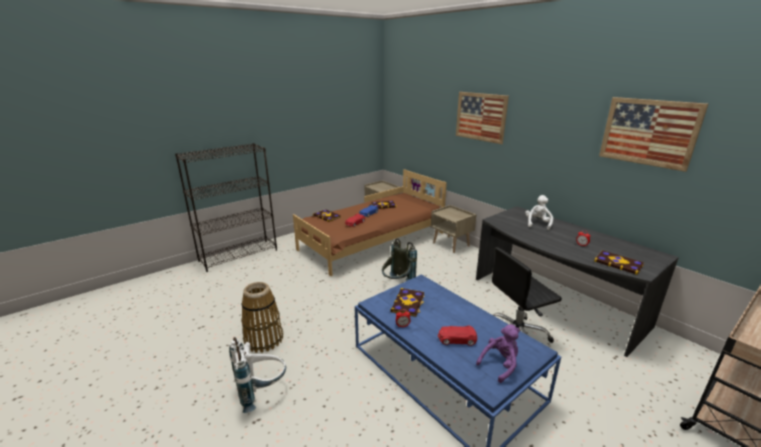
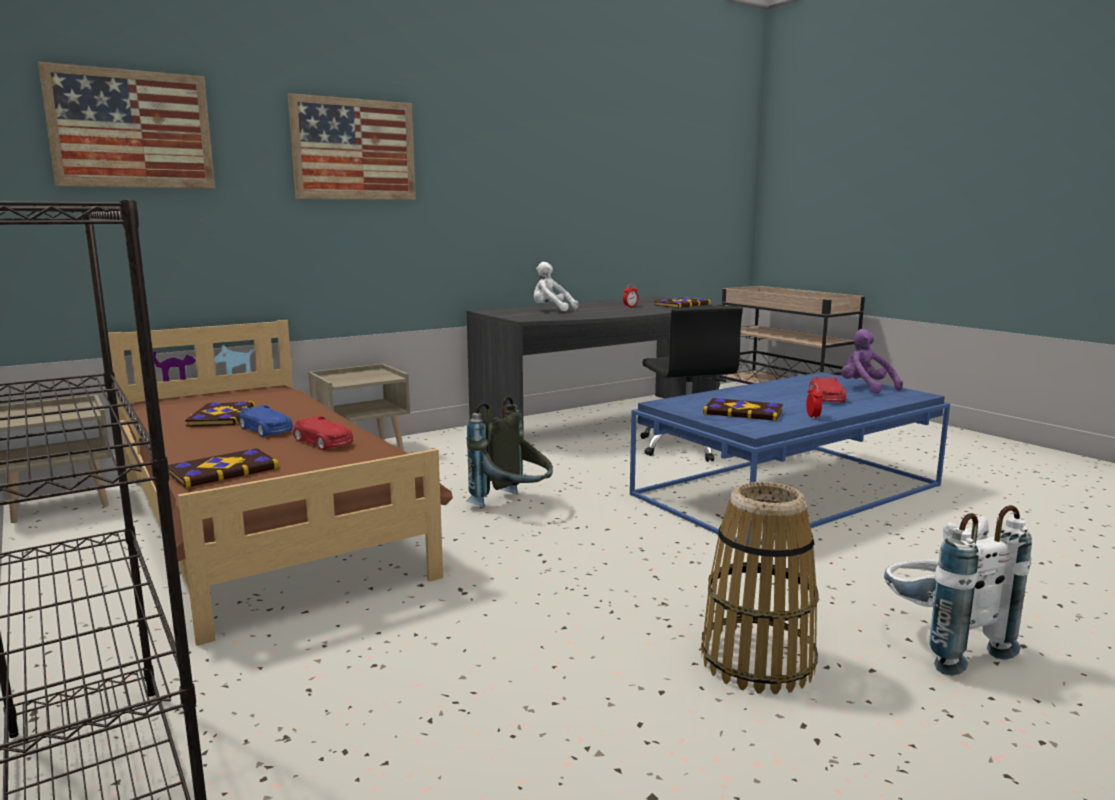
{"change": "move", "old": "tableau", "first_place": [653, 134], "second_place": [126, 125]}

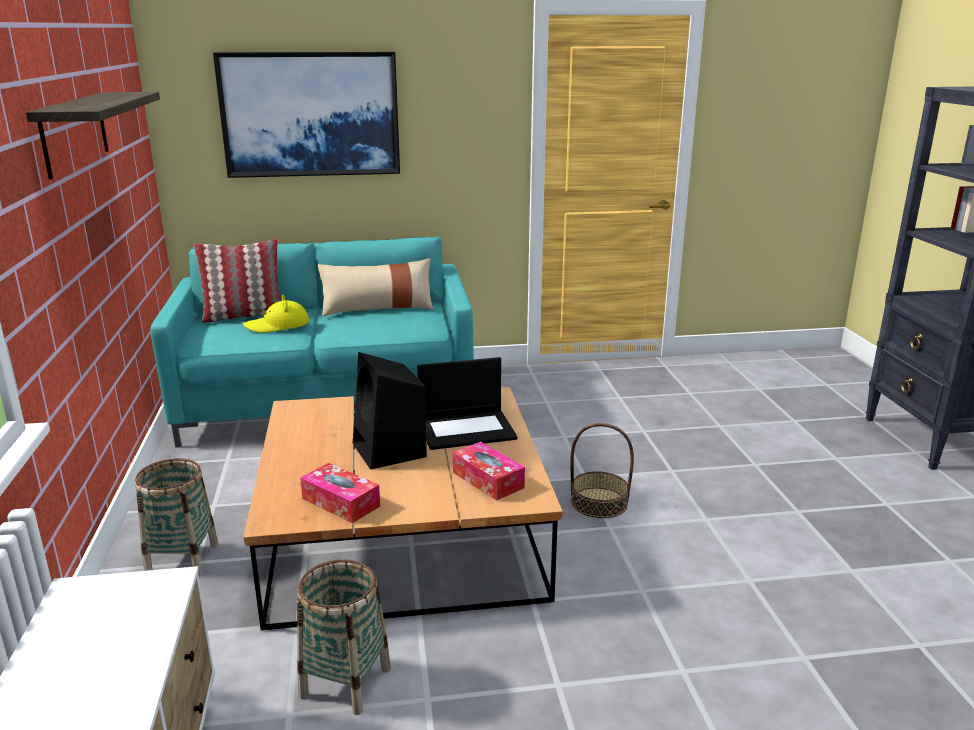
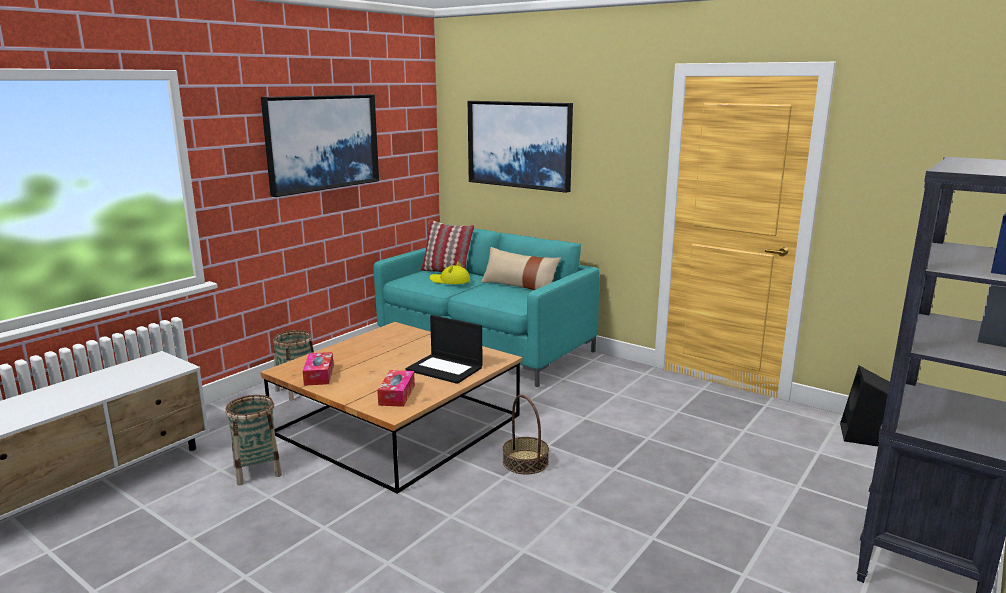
{"change": "replace", "old": "étagère", "new": "tableau", "first_place": [93, 136], "second_place": [320, 145]}
{"change": "move", "old": "enceinte [noir]", "first_place": [390, 411], "second_place": [865, 405]}

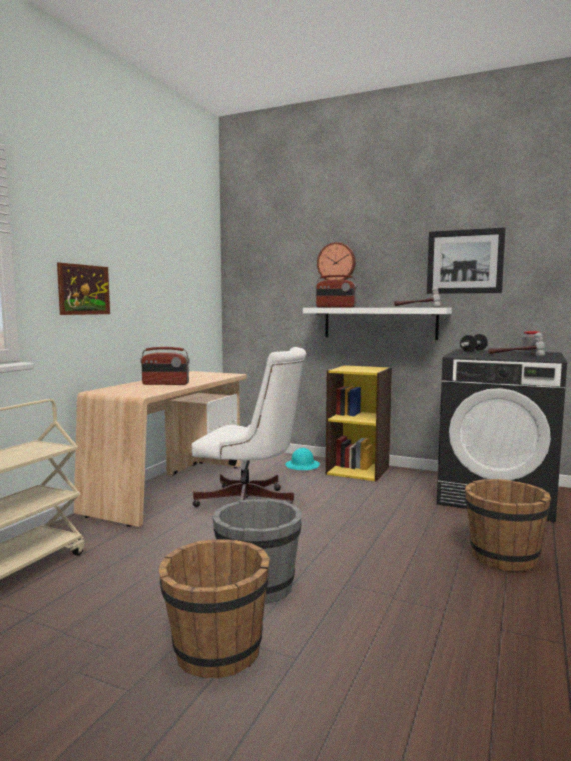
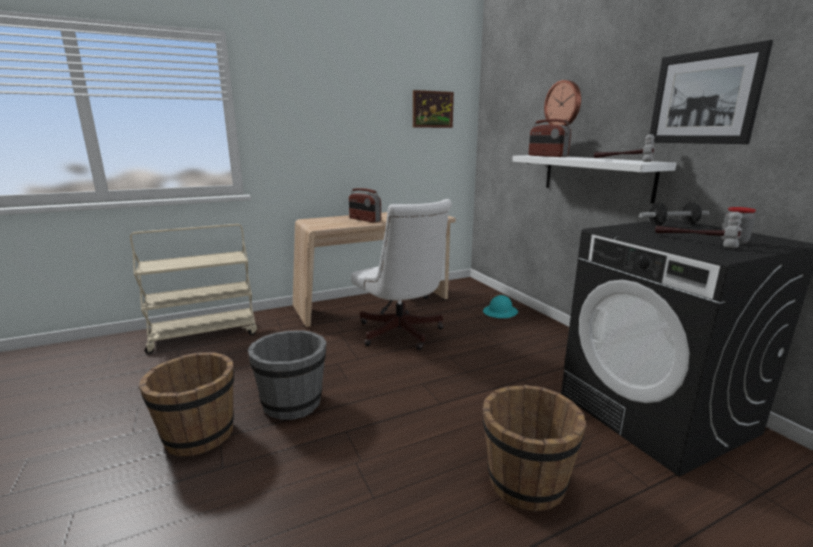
{"change": "move", "old": "tableau", "first_place": [83, 288], "second_place": [433, 109]}
{"change": "delete", "old": "bibliothèque [jaune]", "first_place": [359, 423]}

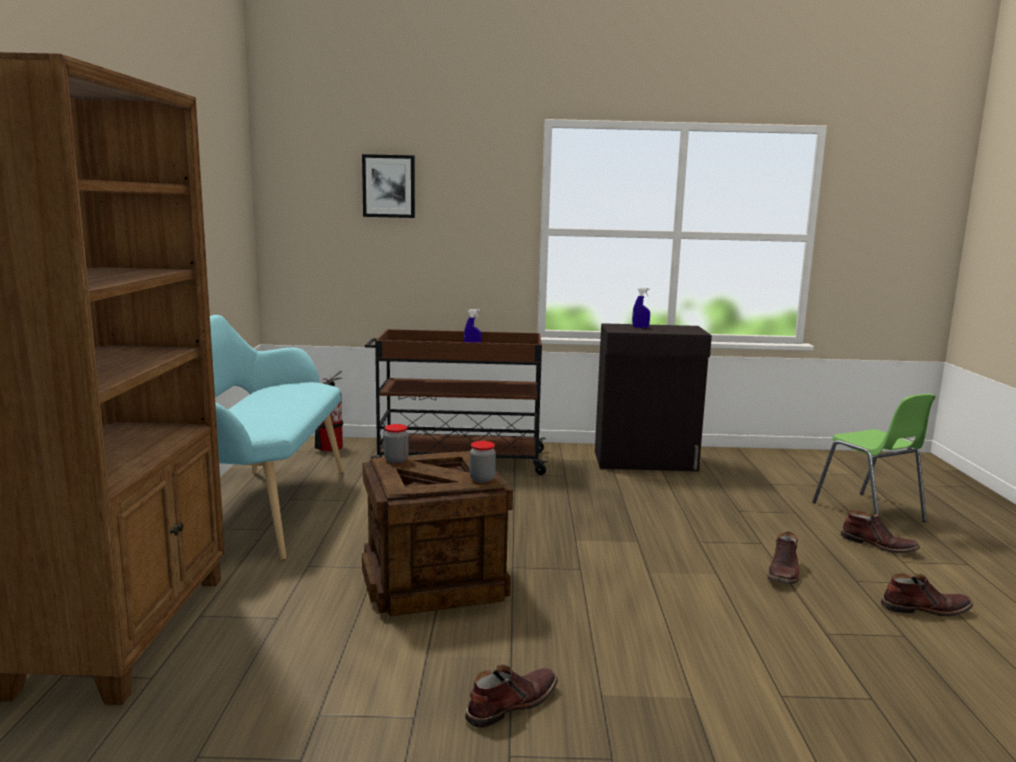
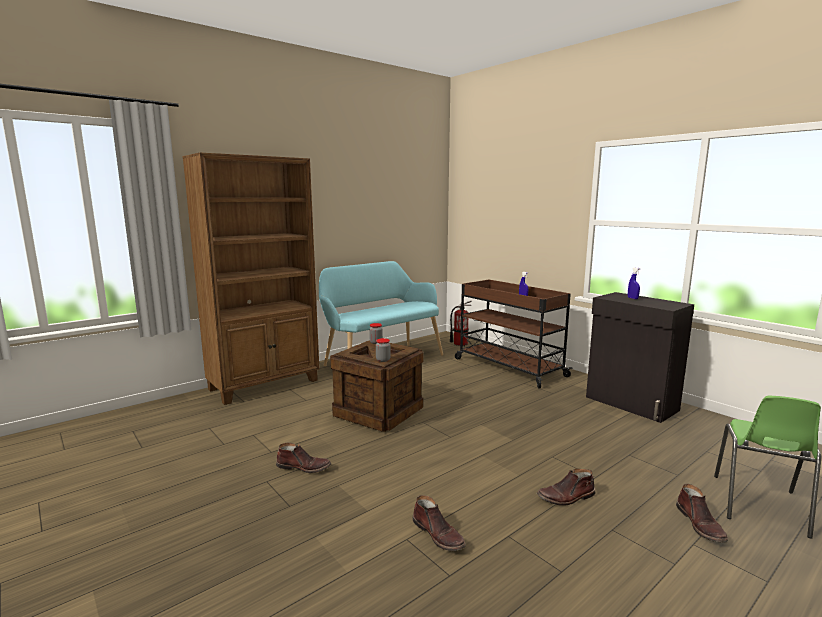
{"change": "delete", "old": "tableau", "first_place": [388, 186]}
{"change": "move", "old": "botte [marron]", "first_place": [927, 594], "second_place": [439, 523]}

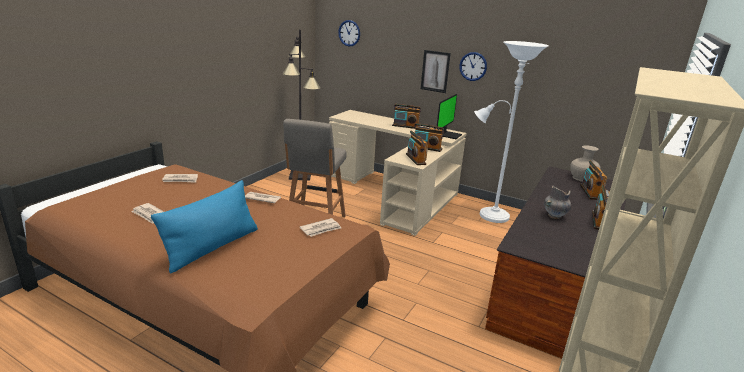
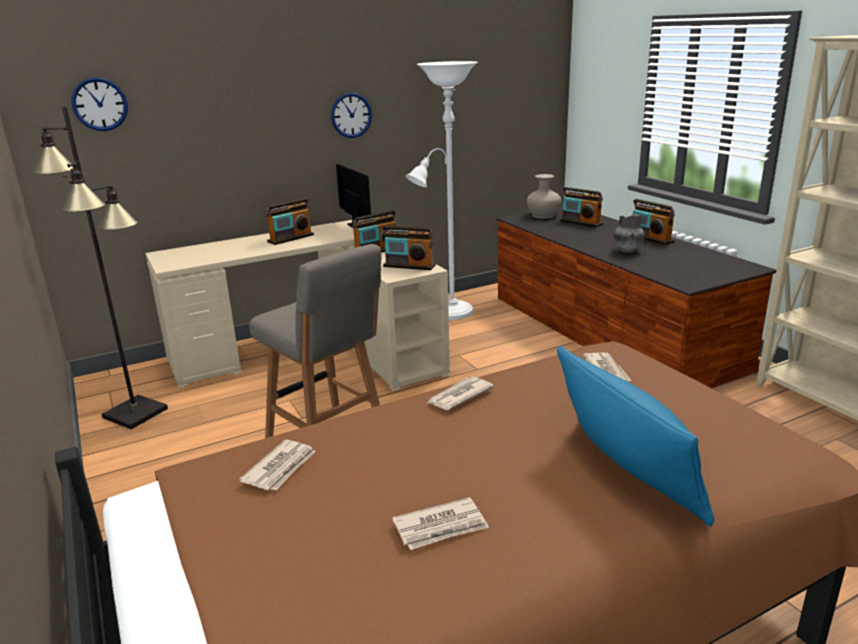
{"change": "delete", "old": "tableau", "first_place": [436, 71]}

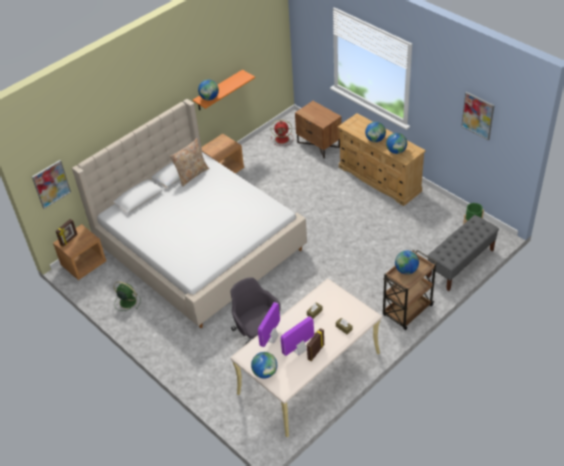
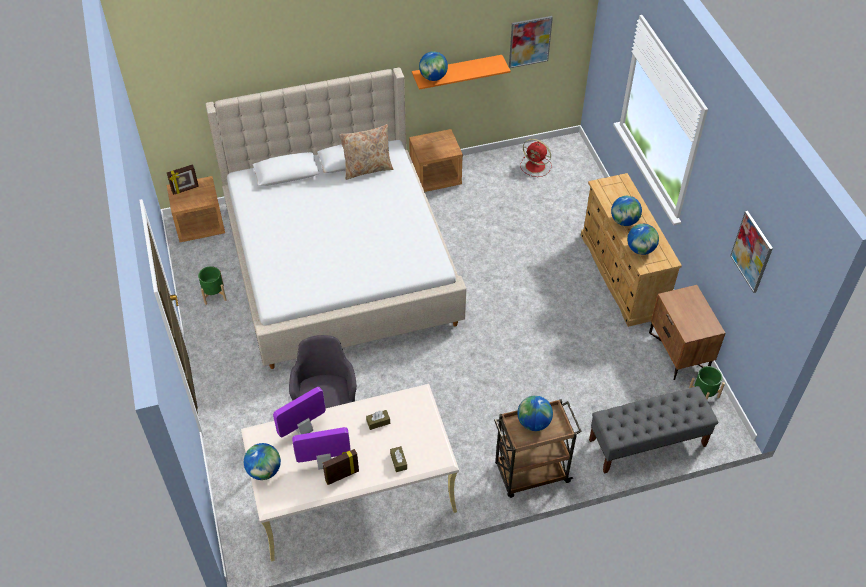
{"change": "move", "old": "table de chevet [marron]", "first_place": [318, 130], "second_place": [687, 332]}
{"change": "move", "old": "tableau", "first_place": [51, 184], "second_place": [531, 42]}
{"change": "replace", "old": "ventilateur [vert]", "new": "cache-pot [vert]", "first_place": [127, 296], "second_place": [212, 285]}

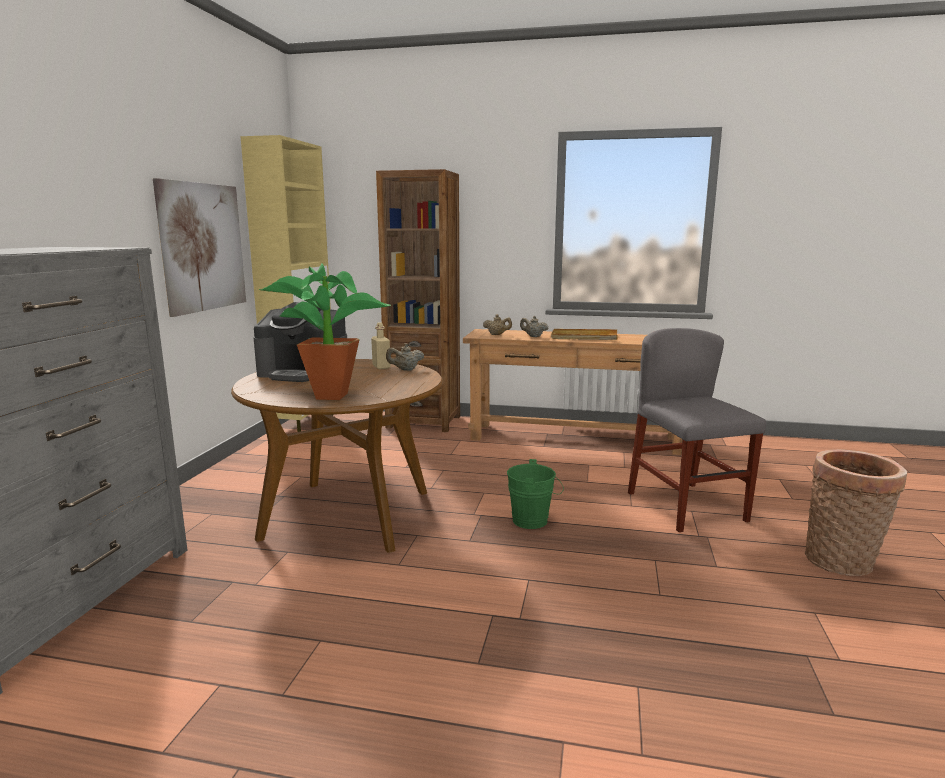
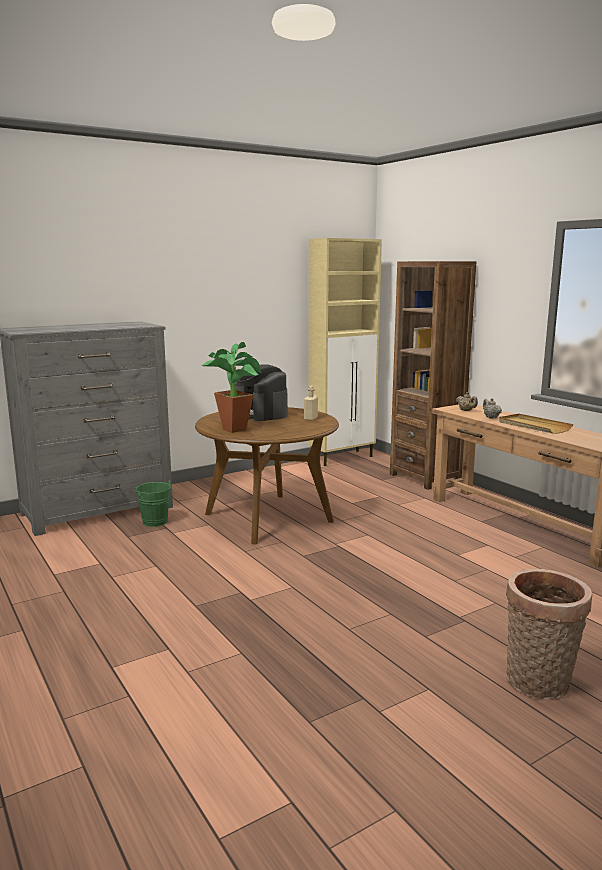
{"change": "delete", "old": "tableau", "first_place": [199, 247]}
{"change": "delete", "old": "chaise [gris]", "first_place": [697, 430]}
{"change": "delete", "old": "théière [beige]", "first_place": [405, 357]}
{"change": "move", "old": "seau [vert]", "first_place": [535, 494], "second_place": [154, 504]}

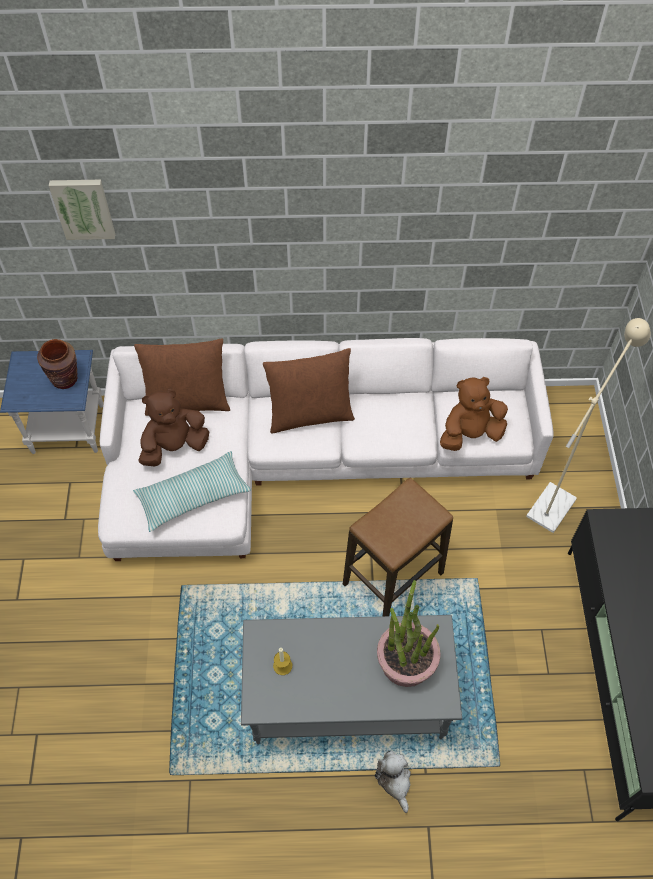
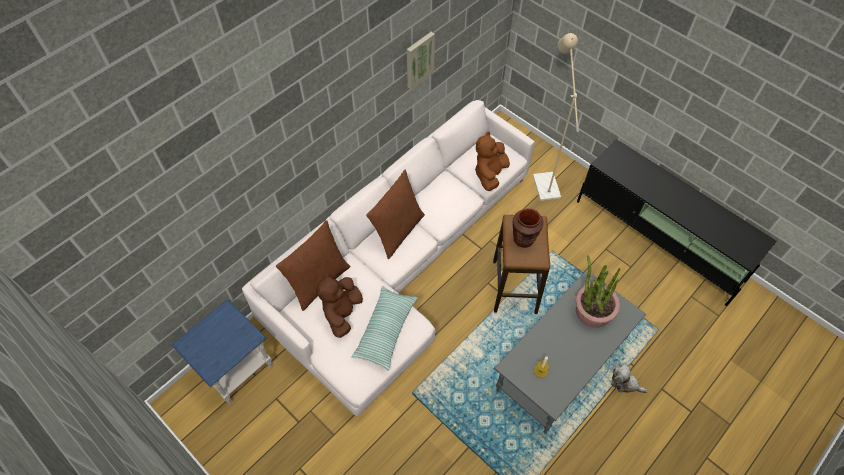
{"change": "move", "old": "tableau", "first_place": [82, 210], "second_place": [421, 61]}
{"change": "move", "old": "vase [marron]", "first_place": [57, 364], "second_place": [528, 228]}

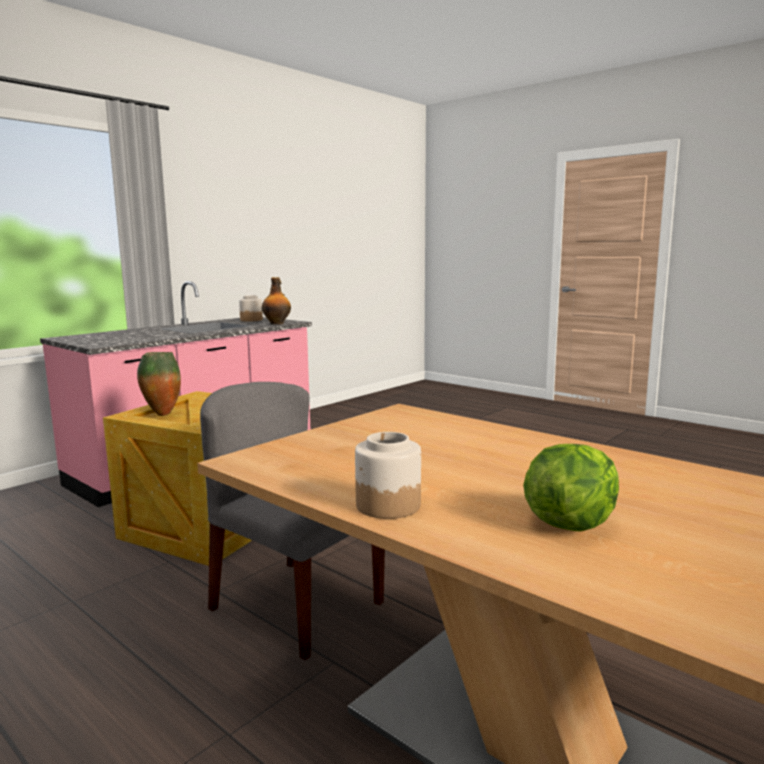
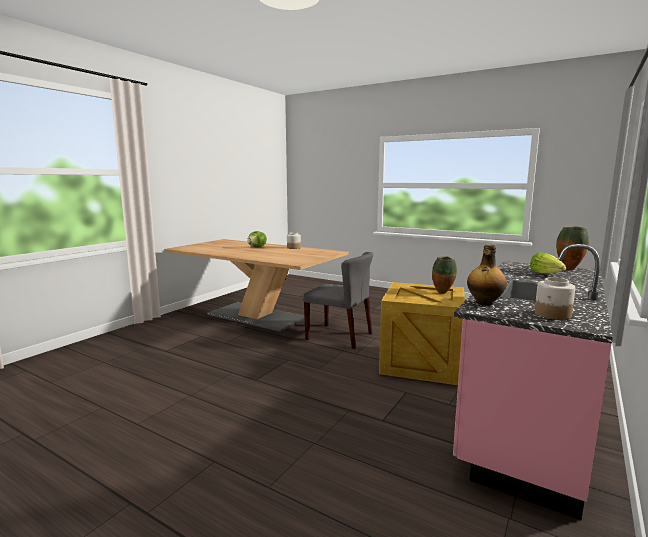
{"change": "insert", "new": "vase", "second_place": [572, 248]}
{"change": "insert", "new": "laitue", "second_place": [548, 263]}

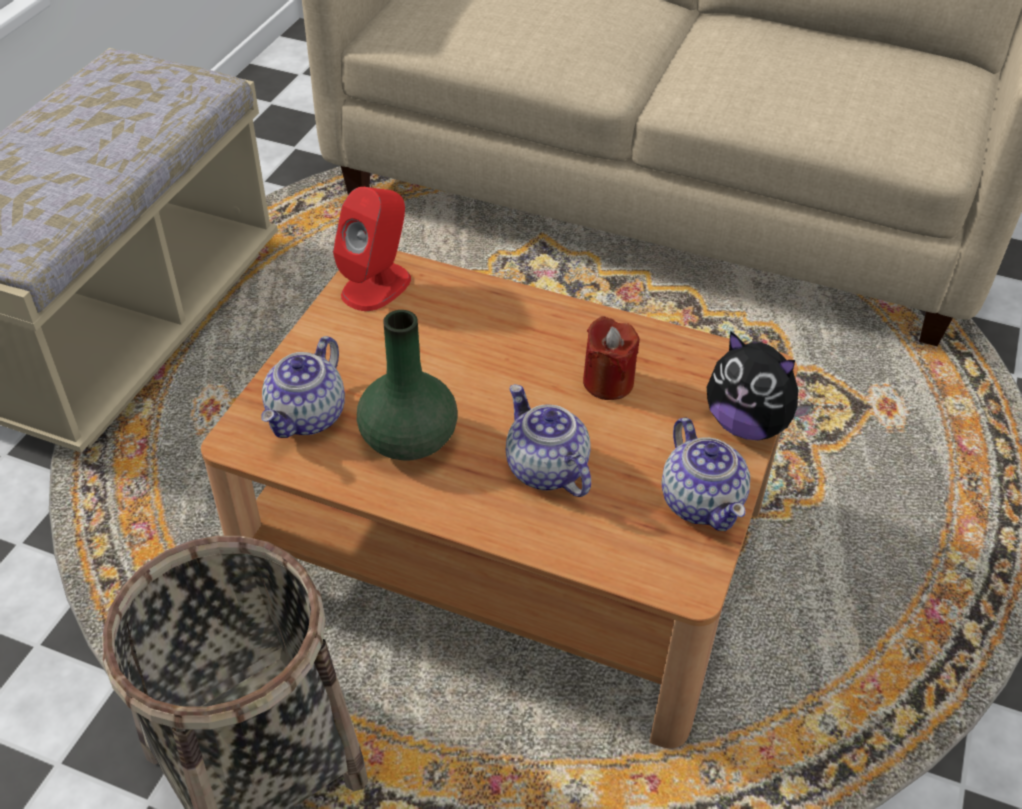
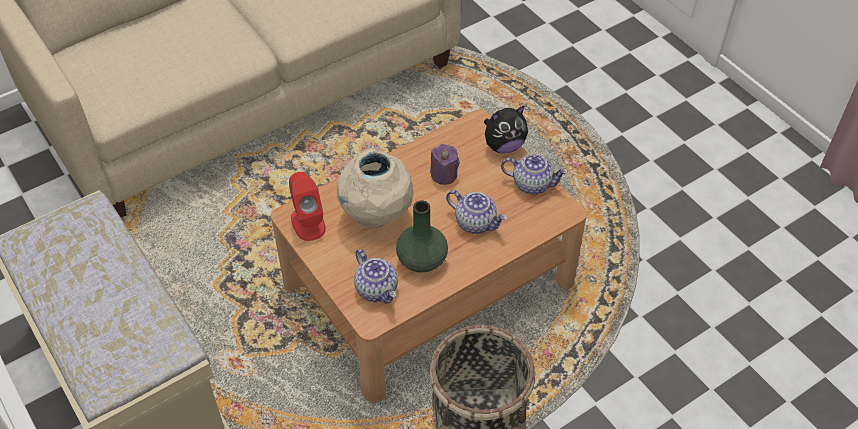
{"change": "recolor", "old": "bougie [rouge]", "new": "bougie [violet]", "first_place": [611, 358], "second_place": [445, 164]}
{"change": "rotate", "old": "théière", "first_place": [548, 440], "second_place": [476, 212], "degrees": -150}
{"change": "insert", "new": "vase [beige]", "second_place": [375, 189]}

